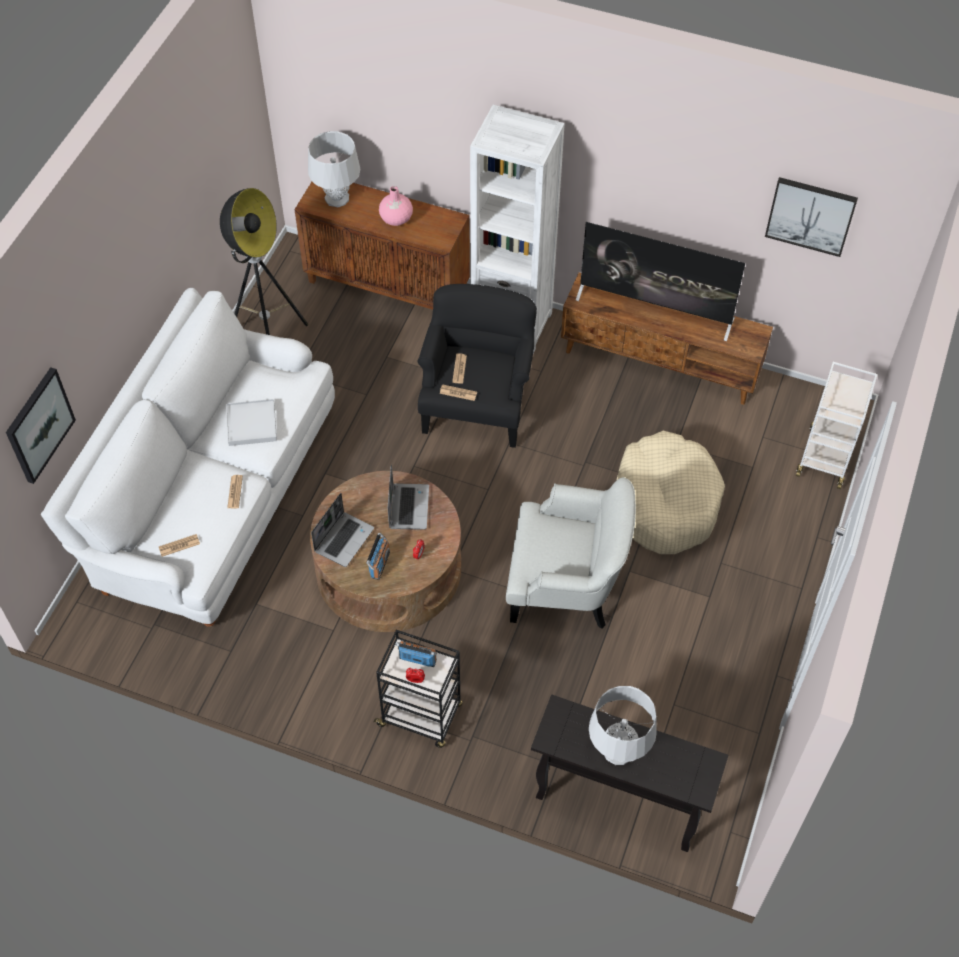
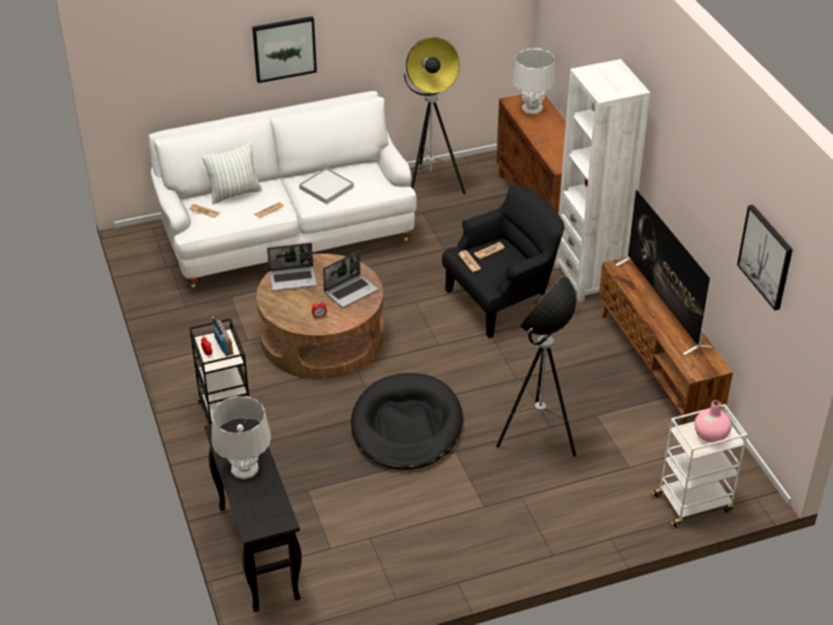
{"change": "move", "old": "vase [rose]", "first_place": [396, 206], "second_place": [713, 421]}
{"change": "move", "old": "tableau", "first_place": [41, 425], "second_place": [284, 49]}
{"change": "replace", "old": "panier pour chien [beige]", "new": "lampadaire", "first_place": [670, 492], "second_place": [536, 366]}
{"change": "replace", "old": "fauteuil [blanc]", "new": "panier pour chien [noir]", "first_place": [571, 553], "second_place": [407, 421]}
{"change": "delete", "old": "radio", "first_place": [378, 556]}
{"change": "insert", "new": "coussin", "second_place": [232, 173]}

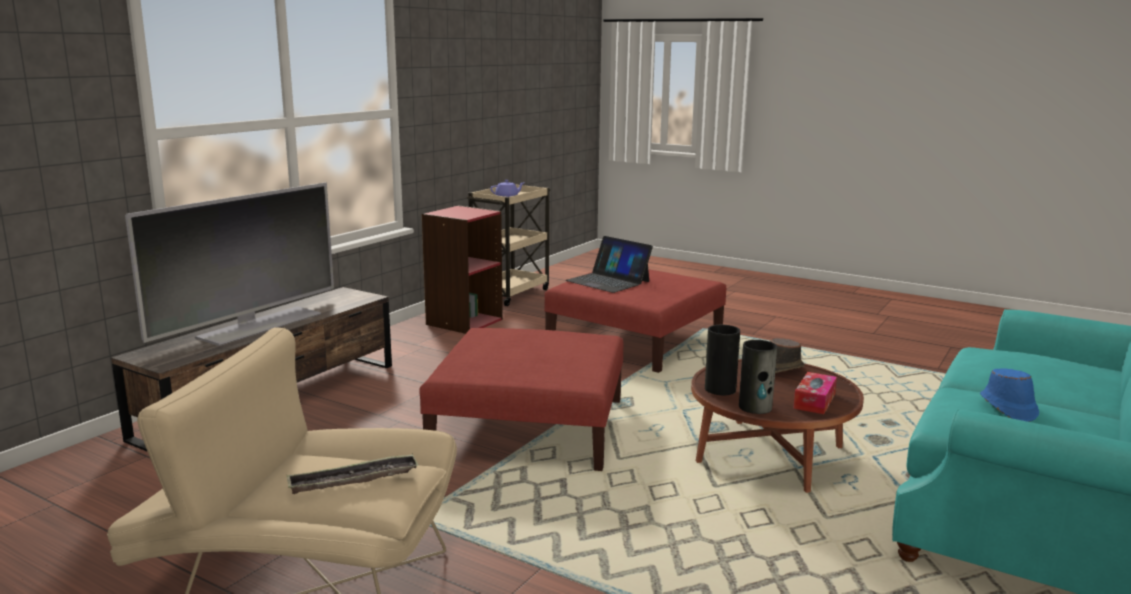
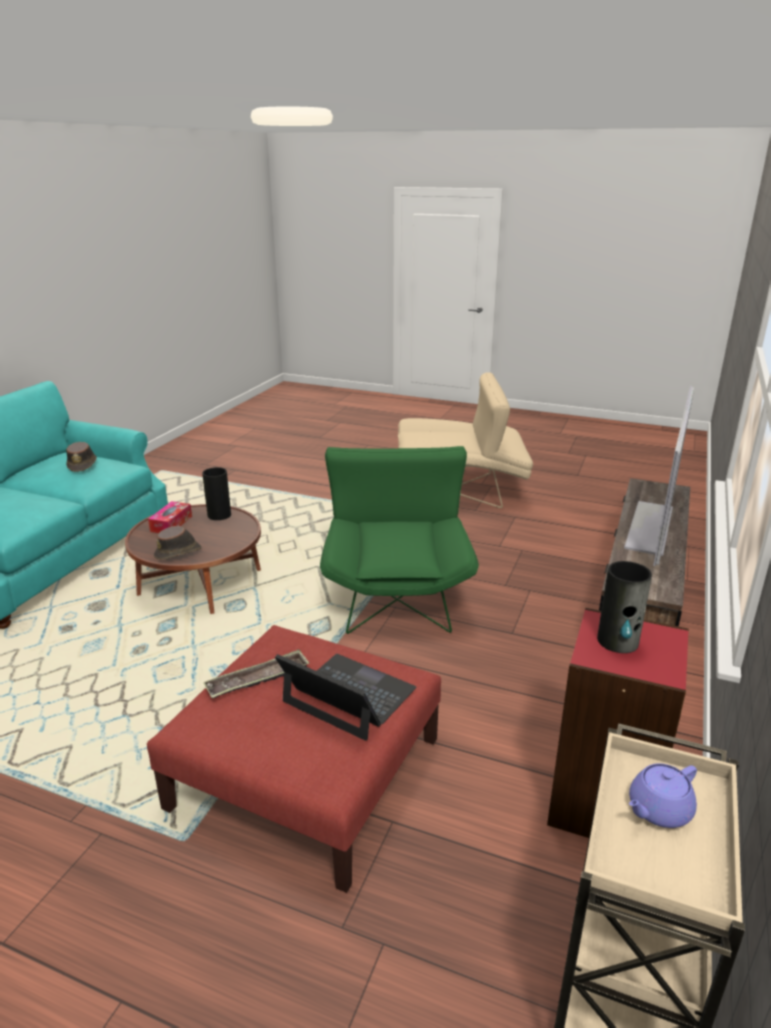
{"change": "move", "old": "vase", "first_place": [722, 360], "second_place": [624, 607]}
{"change": "replace", "old": "pouf [rouge]", "new": "fauteuil [vert]", "first_place": [521, 399], "second_place": [399, 540]}
{"change": "recolor", "old": "chapeau [bleu]", "new": "chapeau [marron]", "first_place": [1009, 395], "second_place": [81, 457]}
{"change": "move", "old": "plateau", "first_place": [352, 474], "second_place": [256, 674]}

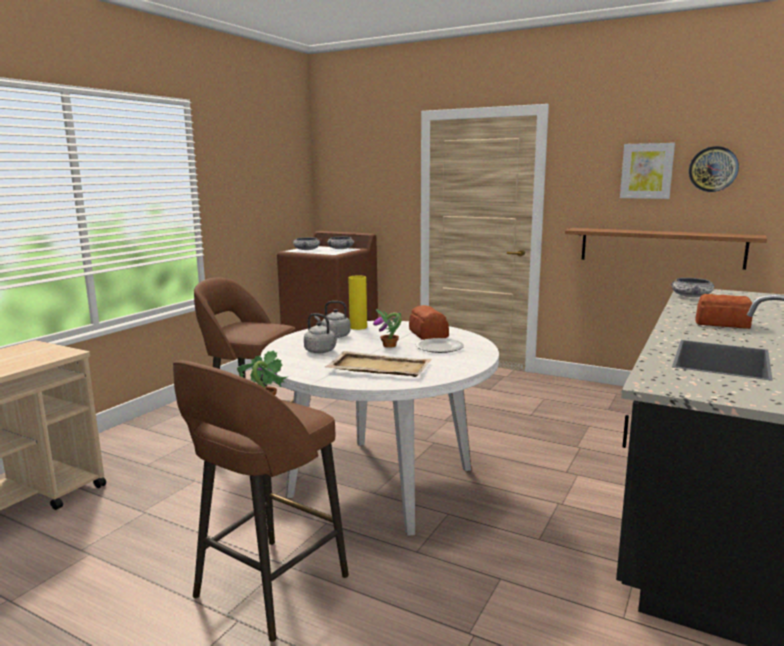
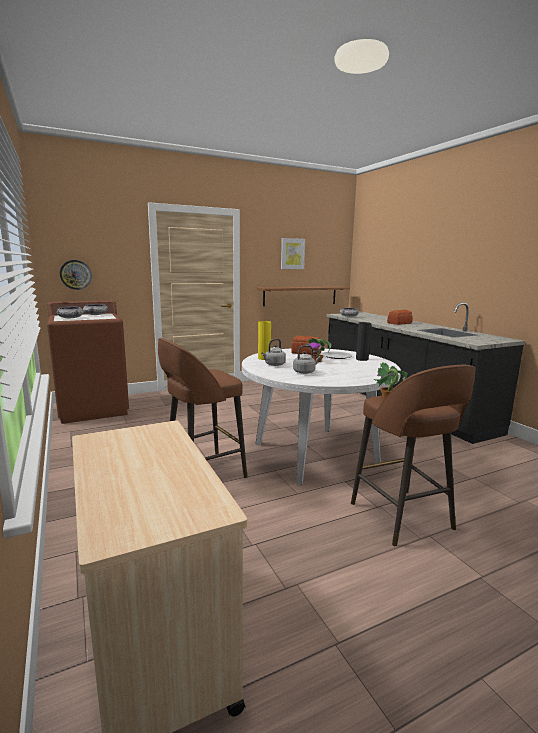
{"change": "move", "old": "horloge murale", "first_place": [714, 169], "second_place": [76, 275]}
{"change": "delete", "old": "plateau [beige]", "first_place": [378, 364]}
{"change": "insert", "new": "vase [noir]", "second_place": [363, 341]}

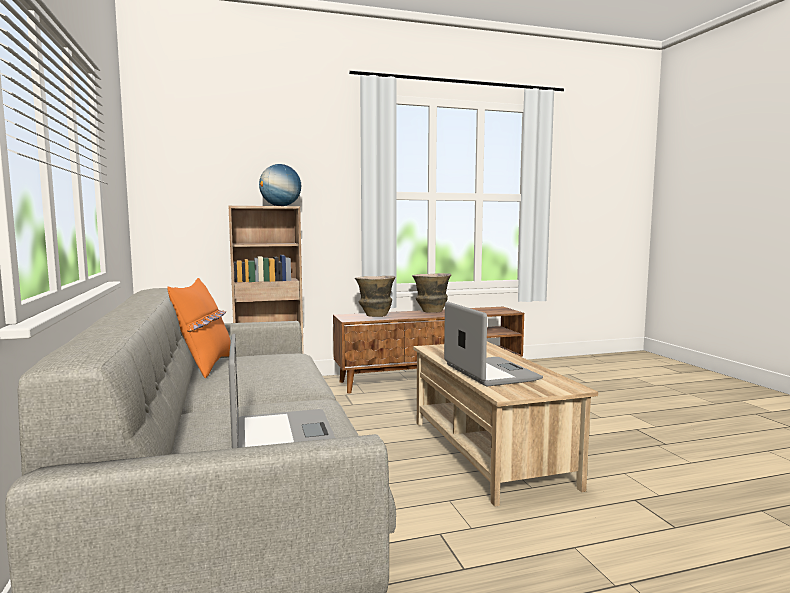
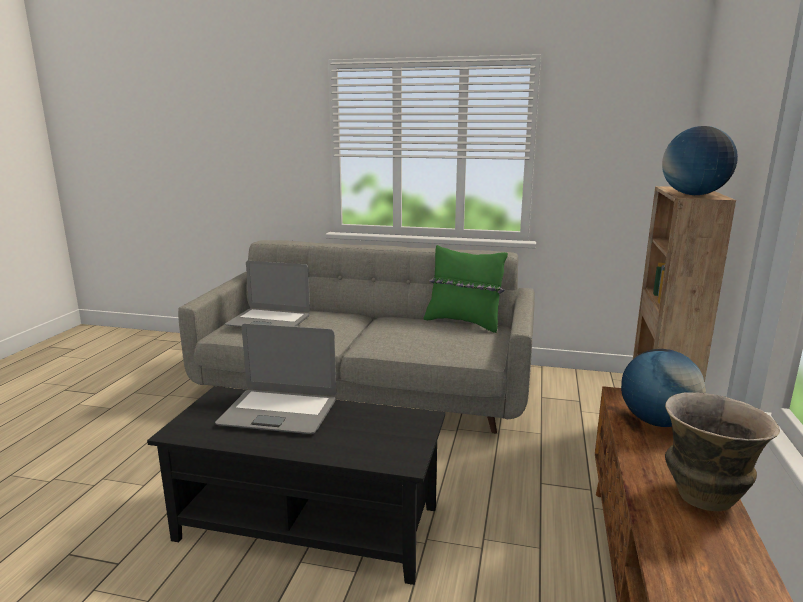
{"change": "replace", "old": "vase", "new": "globe", "first_place": [375, 296], "second_place": [663, 388]}
{"change": "recolor", "old": "coussin [orange]", "new": "coussin [vert]", "first_place": [199, 328], "second_place": [465, 289]}
{"change": "recolor", "old": "table basse [beige]", "new": "table basse [noir]", "first_place": [505, 424], "second_place": [296, 485]}

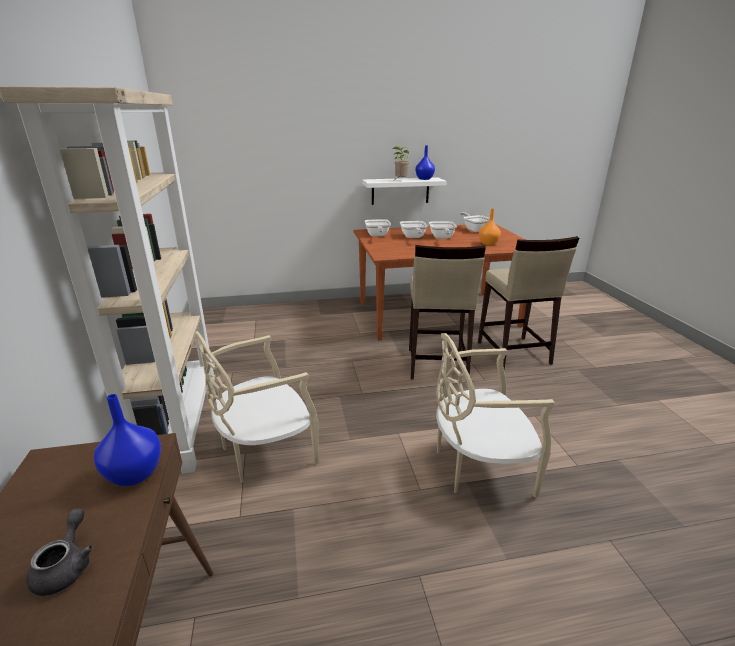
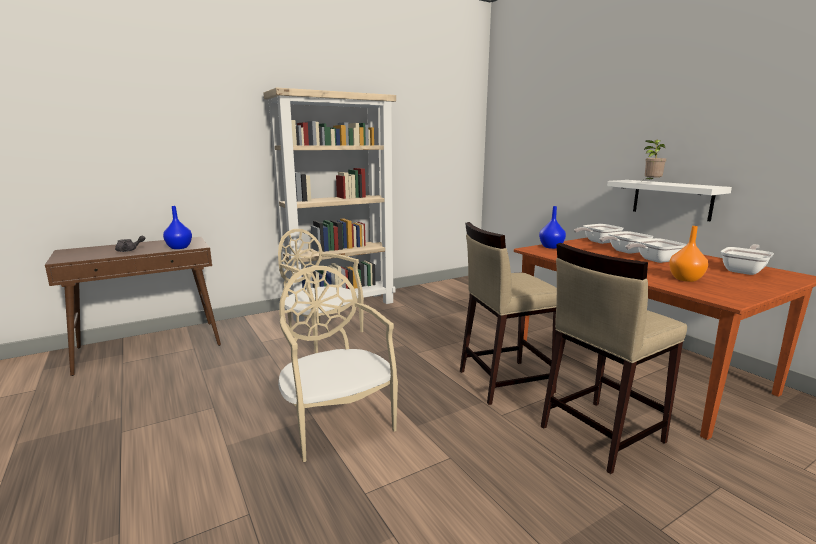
{"change": "move", "old": "vase [bleu]", "first_place": [425, 162], "second_place": [552, 227]}

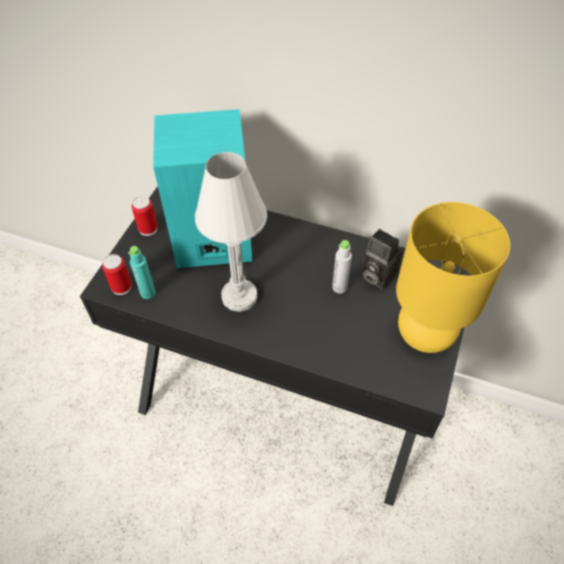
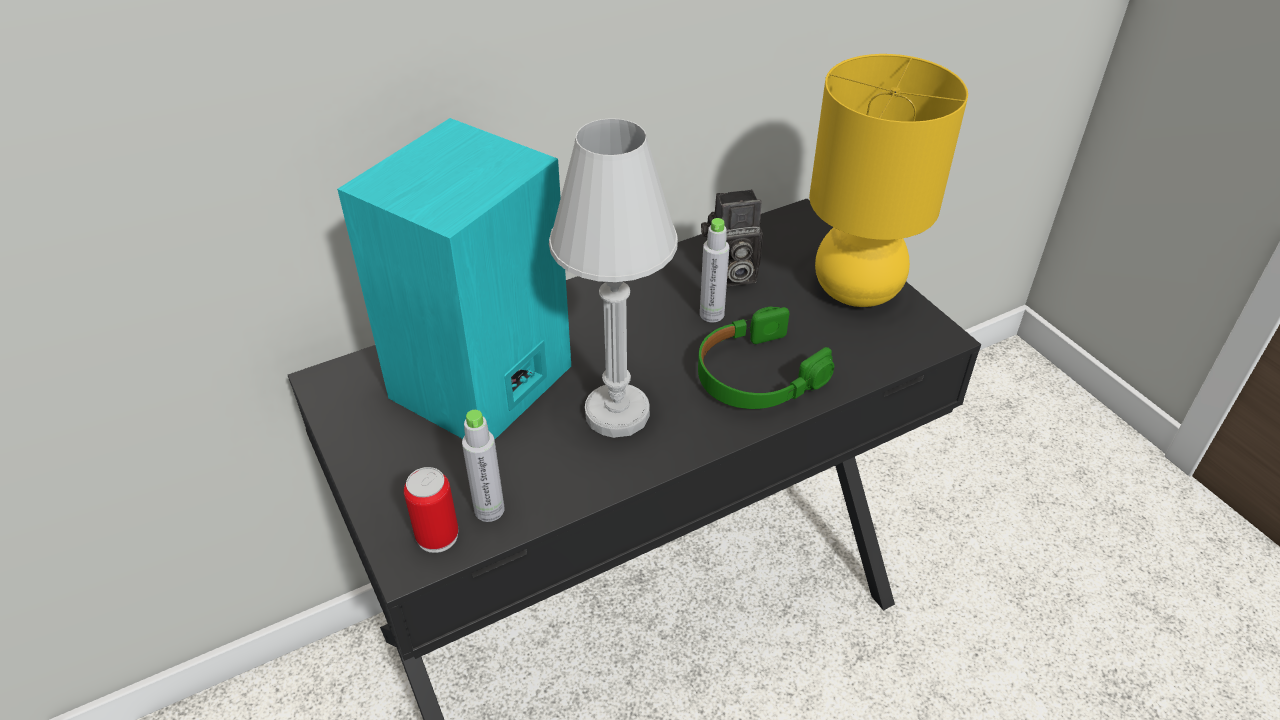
{"change": "delete", "old": "boîte métallique", "first_place": [144, 216]}
{"change": "recolor", "old": "bouteille [turquoise]", "new": "bouteille [gris]", "first_place": [141, 272], "second_place": [483, 466]}
{"change": "insert", "new": "casque audio [vert]", "second_place": [766, 358]}

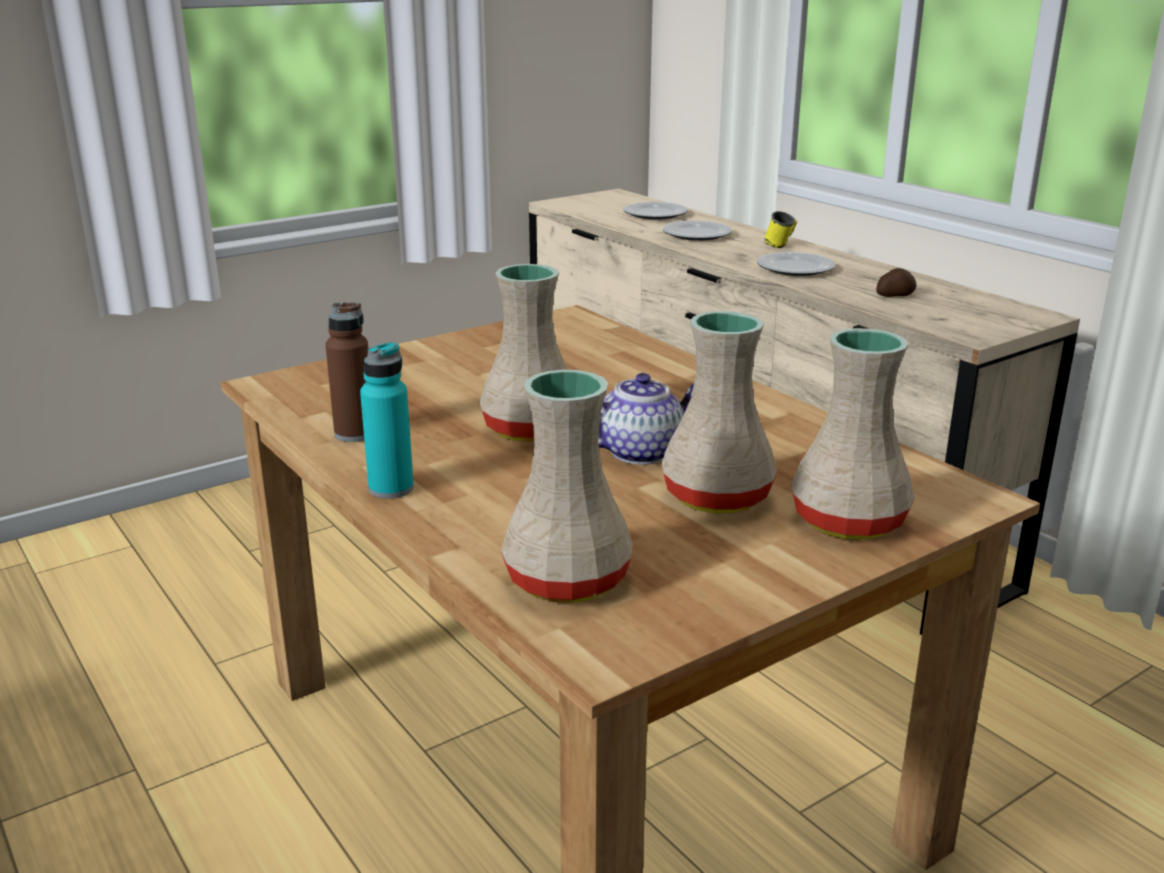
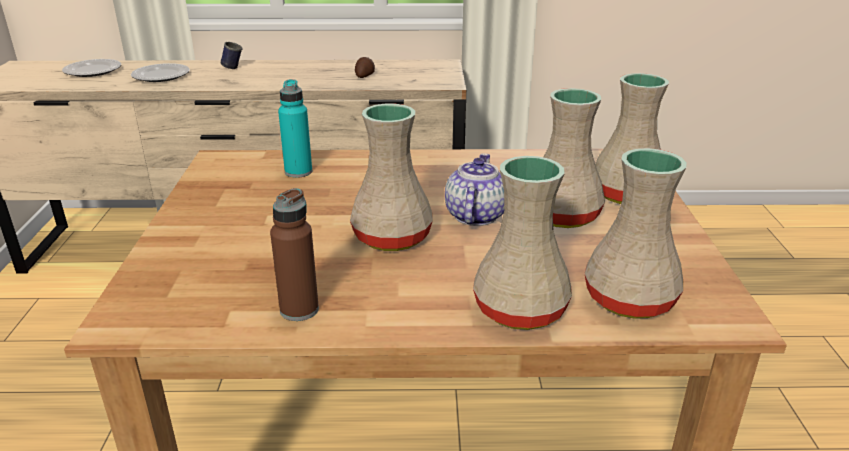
{"change": "recolor", "old": "mug [jaune]", "new": "mug [bleu]", "first_place": [781, 229], "second_place": [231, 55]}
{"change": "delete", "old": "assiette", "first_place": [796, 264]}
{"change": "move", "old": "bouteille [turquoise]", "first_place": [387, 420], "second_place": [295, 128]}
{"change": "insert", "new": "vase [beige]", "second_place": [522, 243]}

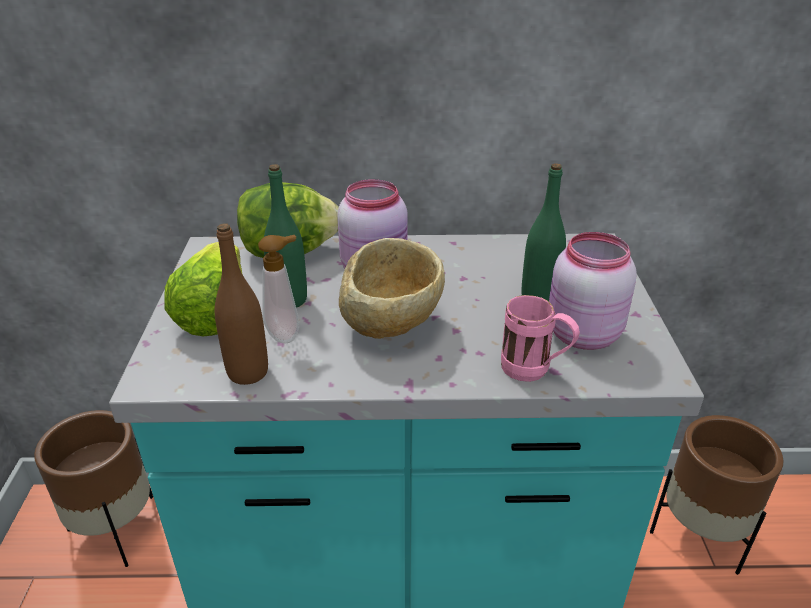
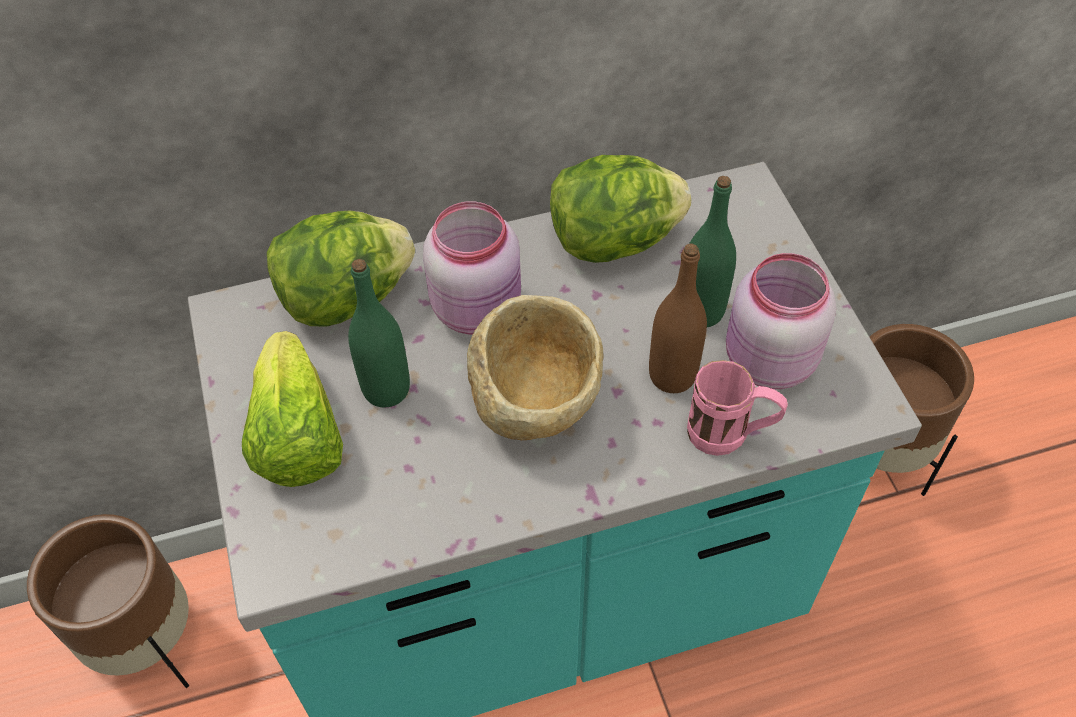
{"change": "move", "old": "bouteille [marron]", "first_place": [241, 304], "second_place": [678, 318]}
{"change": "delete", "old": "distributeur de savon", "first_place": [278, 289]}
{"change": "insert", "new": "laitue", "second_place": [620, 209]}

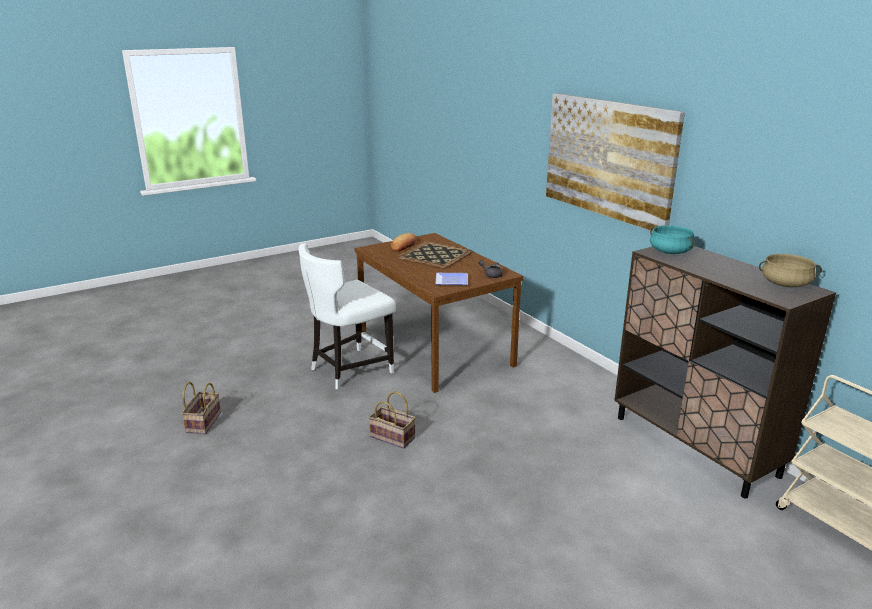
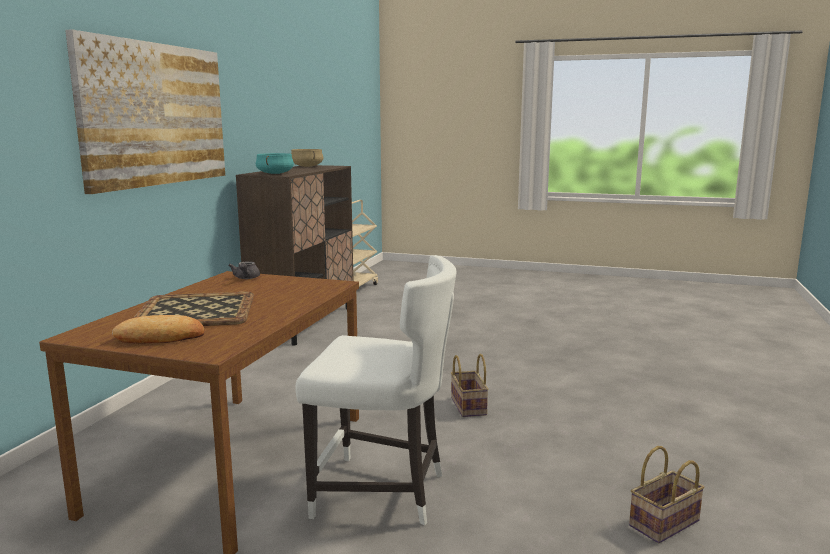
{"change": "delete", "old": "assiette", "first_place": [451, 279]}

